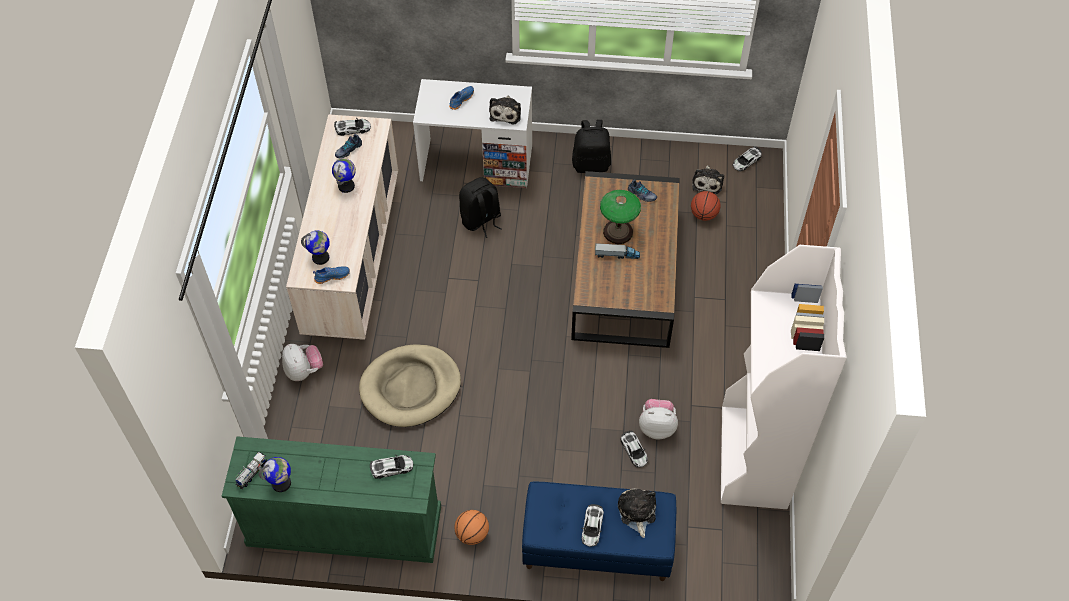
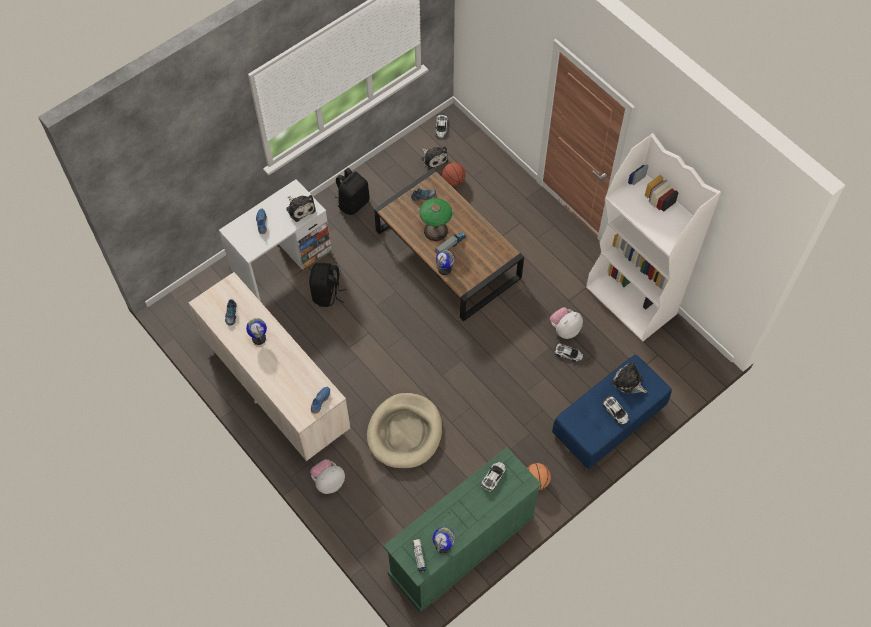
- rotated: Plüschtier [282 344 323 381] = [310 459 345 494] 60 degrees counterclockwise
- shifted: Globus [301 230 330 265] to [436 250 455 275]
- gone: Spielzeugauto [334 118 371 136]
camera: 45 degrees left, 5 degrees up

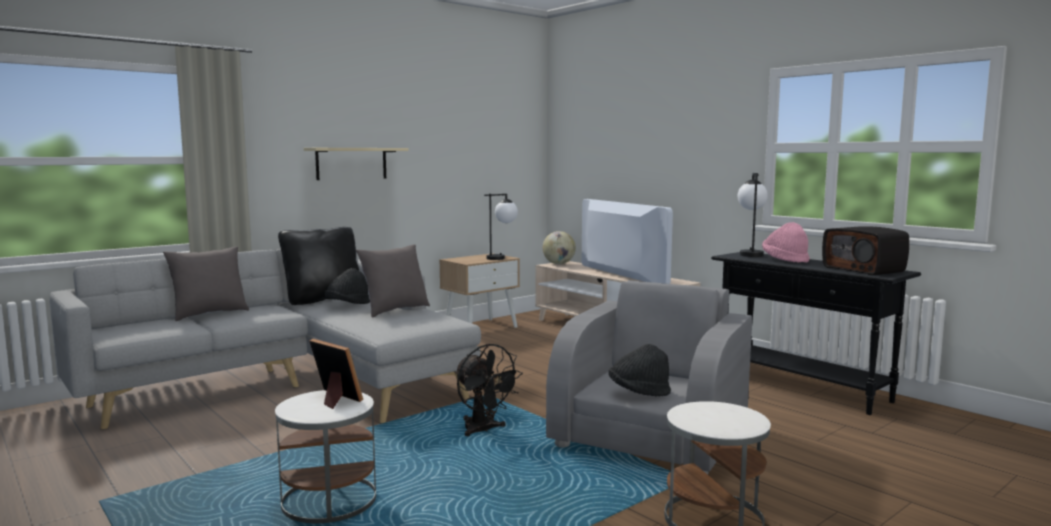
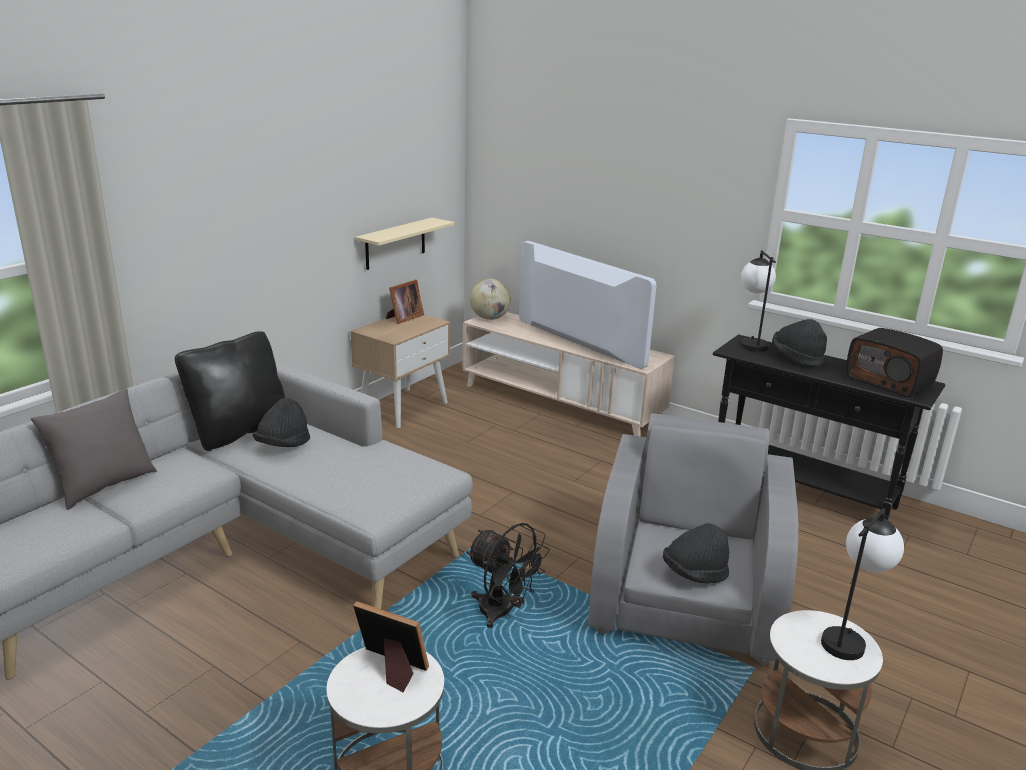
- shifted: Wandregal [beige] [304 148 409 180] to [355 218 454 270]
- new: Bilderrahmen [386 280 424 324]
- repainted: Hut [rosa] [762 222 810 263] to Hut [schwarz] [772 319 827 367]
- shifted: Tischlampe [484 194 518 260] to [821 508 904 660]
- gone: Kissen [grau] [356 244 430 318]
camera: 15 degrees left, 15 degrees up

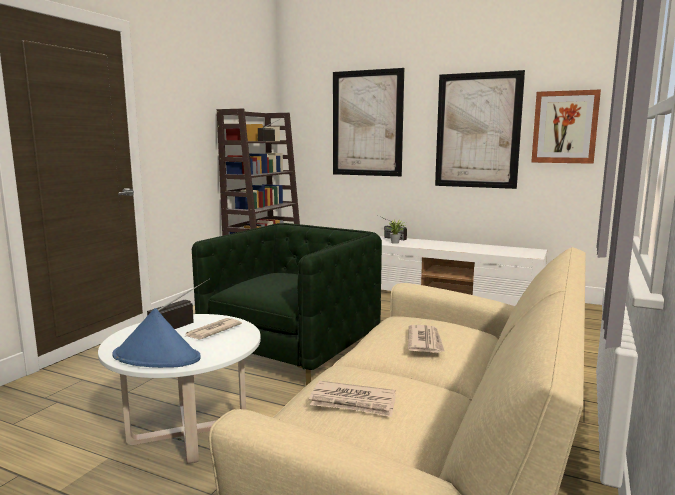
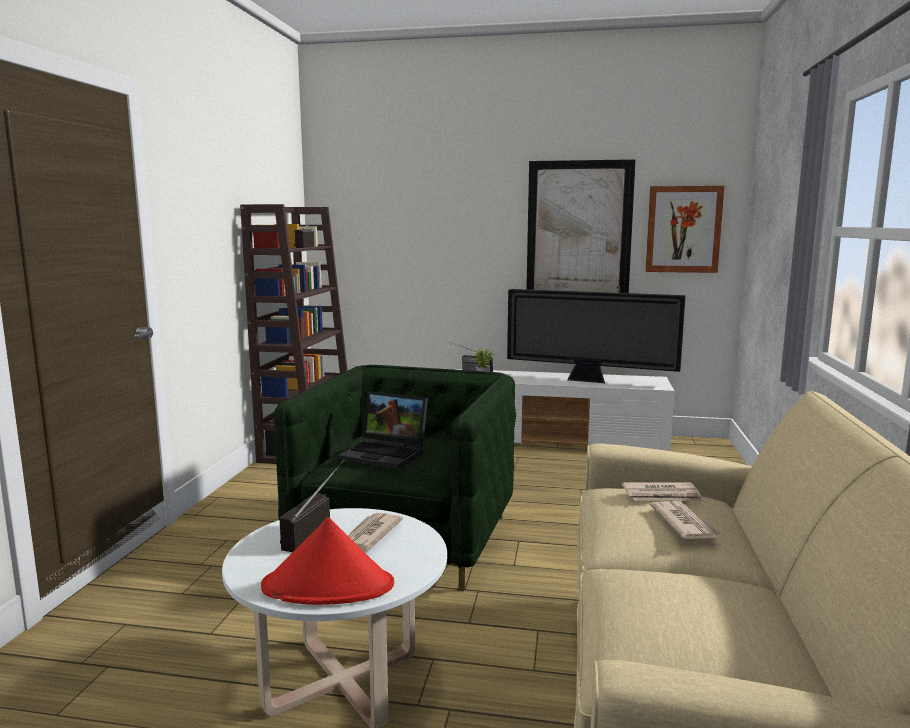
- repainted: Hut [blau] [112 308 201 368] to Hut [rot] [261 517 394 605]
- new: Laptop [338 391 428 470]
- new: Fernseher [507 289 686 383]
- shifted: Zeitung [309 381 396 417] to [622 482 704 502]
- gone: Bild [333 68 404 176]
camera: 15 degrees left, 0 degrees up

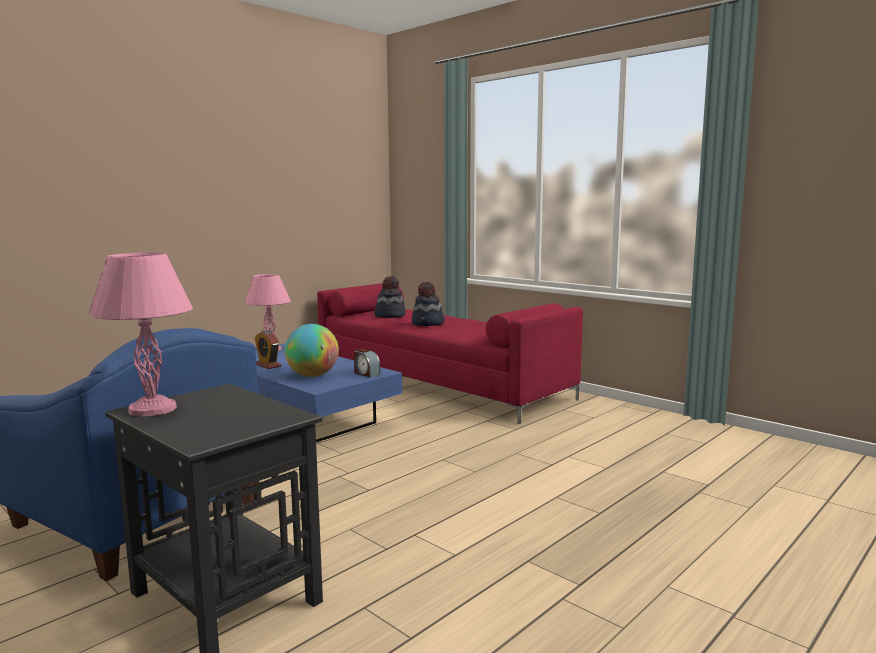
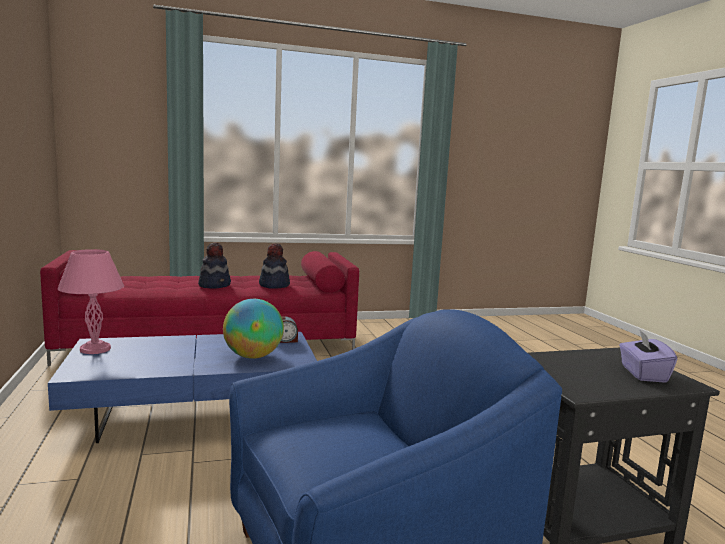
- shifted: Hut [374 276 406 318] to [259 243 290 289]
- new: Taschentuchbox [lila] [619 330 677 383]
- gone: Tischlampe [rosa] [88 253 193 417]
- gone: Wecker [255 330 282 369]
camera: 60 degrees left, 0 degrees up

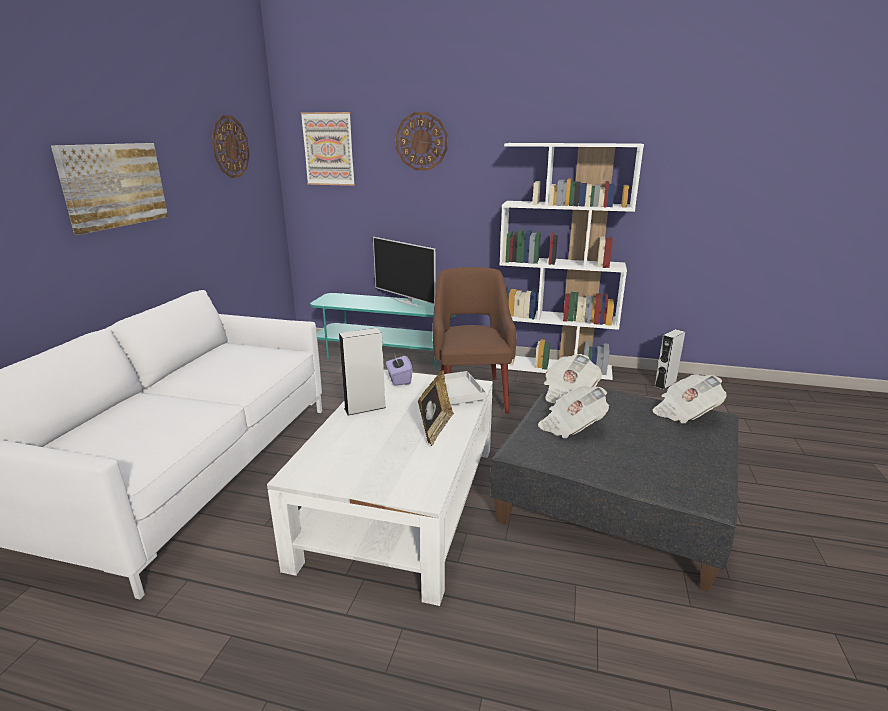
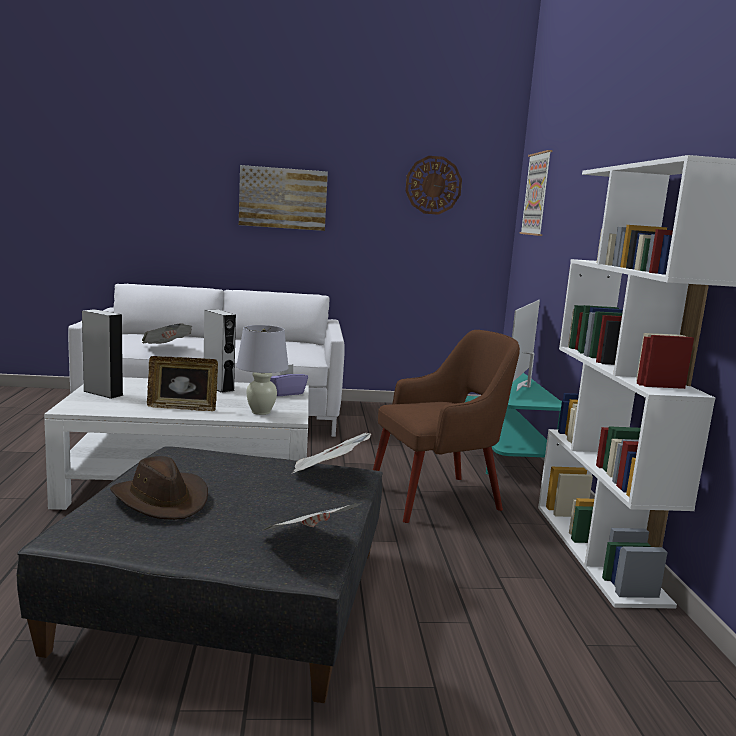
- shifted: Lautsprecher [grau] [654 329 685 390] to [82 309 124 399]
- new: Hut [braun] [110 456 208 520]
- shifted: Zeitung [538 386 609 439] to [142 323 192 344]
- swapped: Tablett [grau] [444 371 487 405] to Tischlampe [weiß] [236 325 289 415]
- gone: Wanduhr [395 112 448 170]
camera: 70 degrees right, 10 degrees down

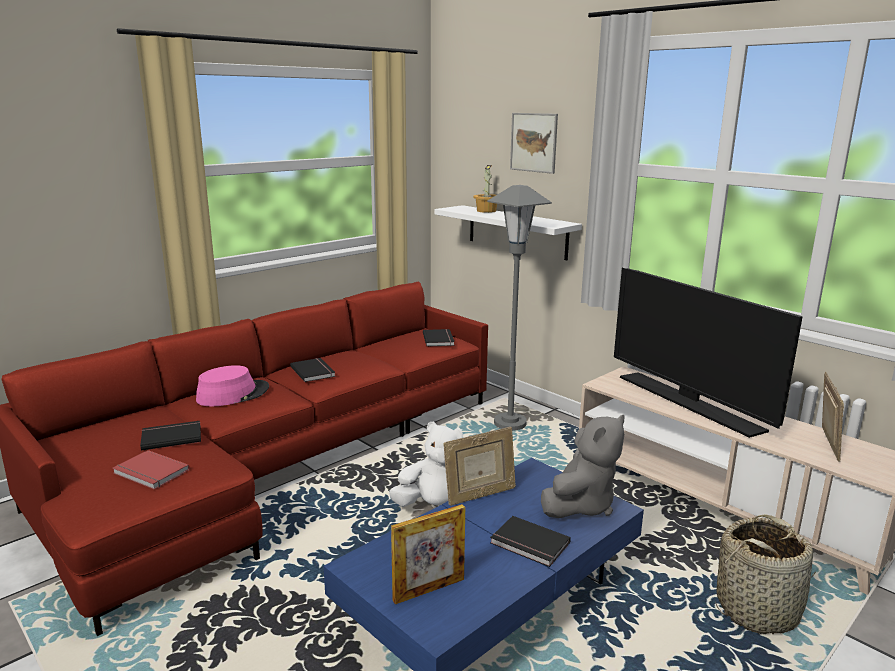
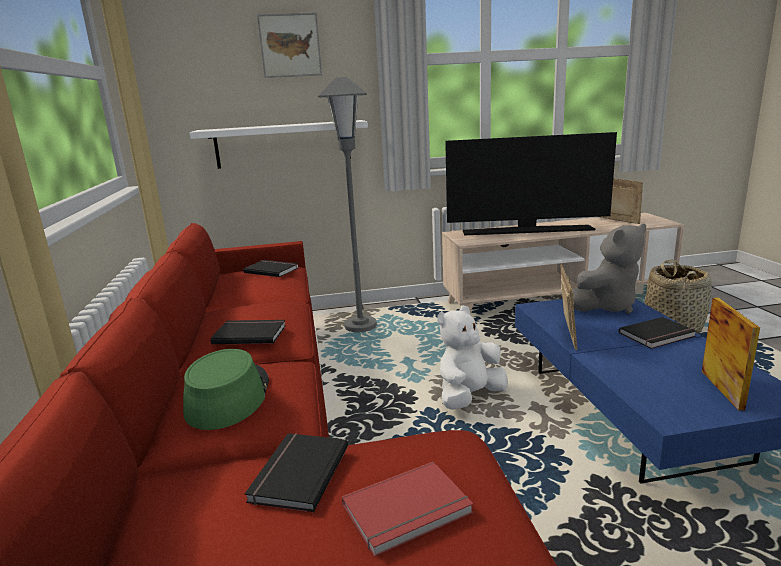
- repainted: Hut [rosa] [196 365 269 406] to Hut [grün] [183 349 269 430]
- rotated: Plüschtier [grau] [541 415 624 518] = [573 224 646 314] 75 degrees clockwise
- gone: Topfpflanze [474 165 497 213]
camera: 55 degrees left, 0 degrees up

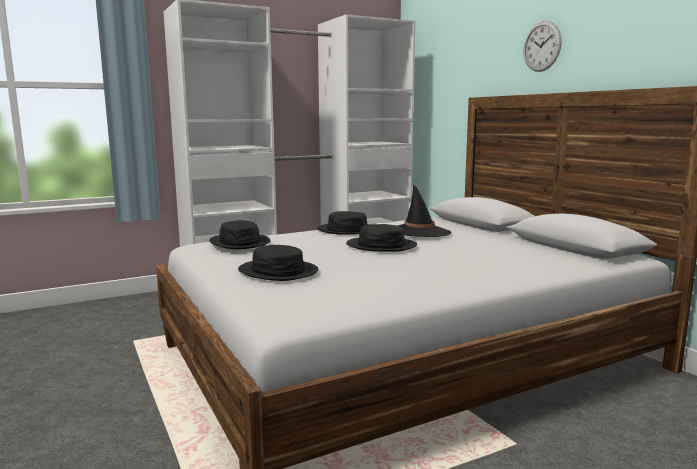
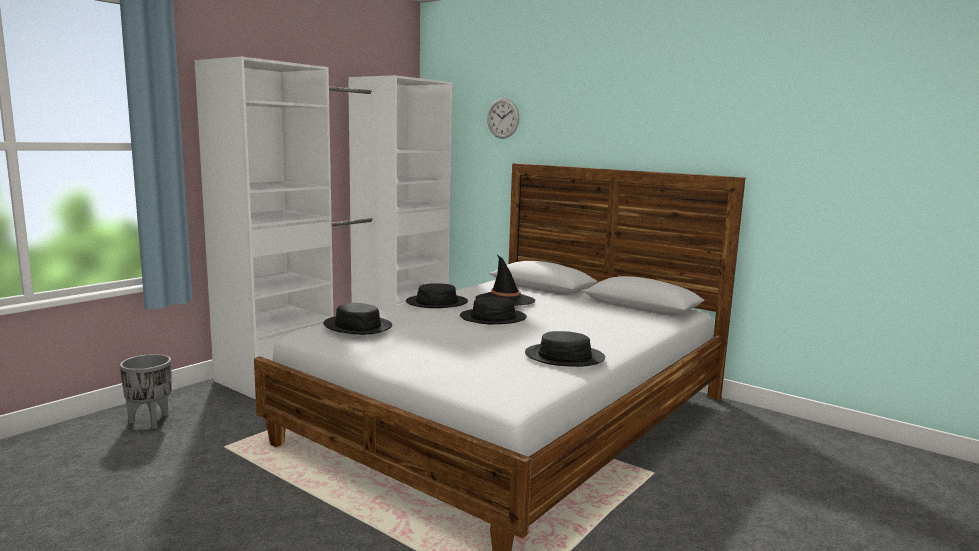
- new: Pflanzkübel [grau] [120 354 172 429]
- shifted: Wanduhr [523 21 562 72] to [487 98 519 139]
- shifted: Hut [schwarz] [238 245 319 281] to [525 331 605 367]
camera: 25 degrees left, 0 degrees up

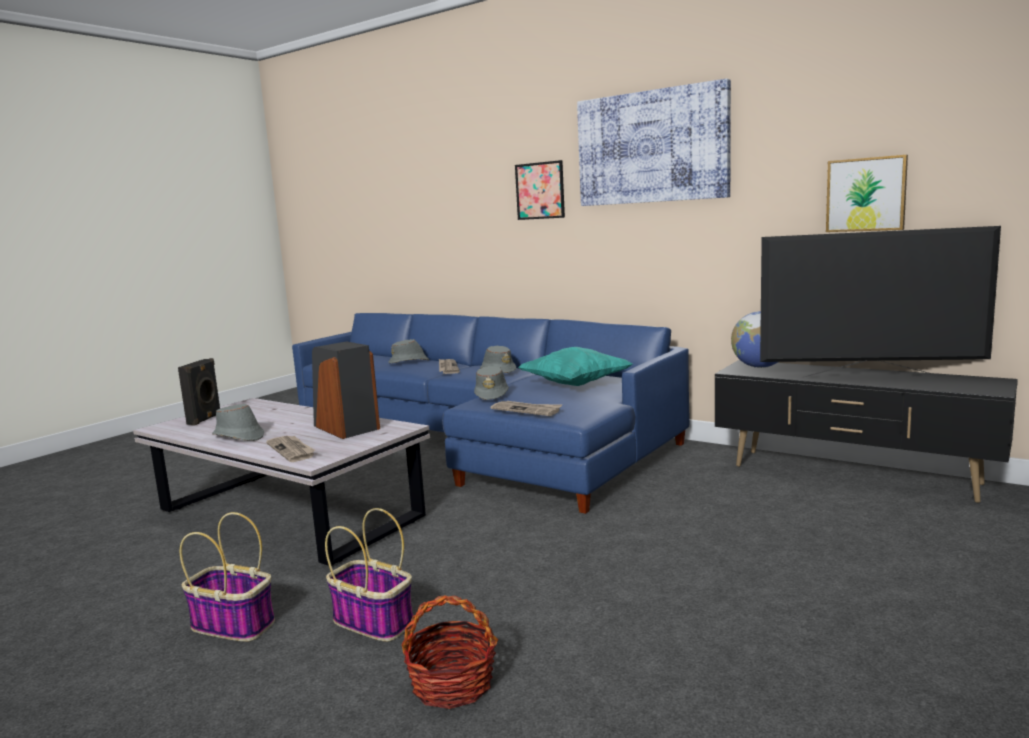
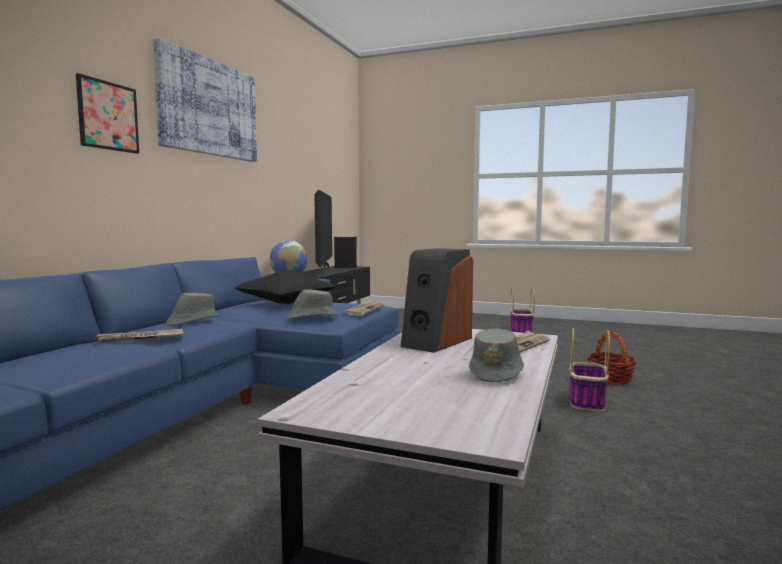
- repainted: Kissen [türkis] [519 347 633 386] to Kissen [schwarz] [234 270 336 304]
- shifted: Lautsprecher [schwarz] [178 358 221 425] to [334 237 357 268]
- shifted: Korb [180 512 275 642] to [510 286 535 333]
- gone: Hut [grau] [388 339 429 363]
- gone: Bild [826 155 908 232]
camera: 105 degrees left, 5 degrees down

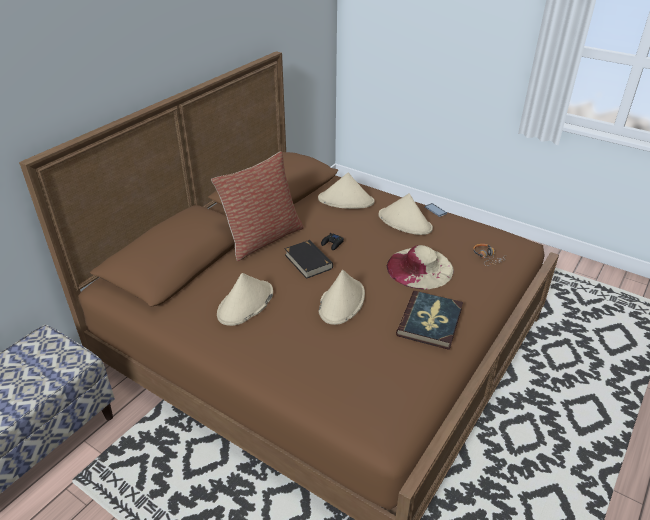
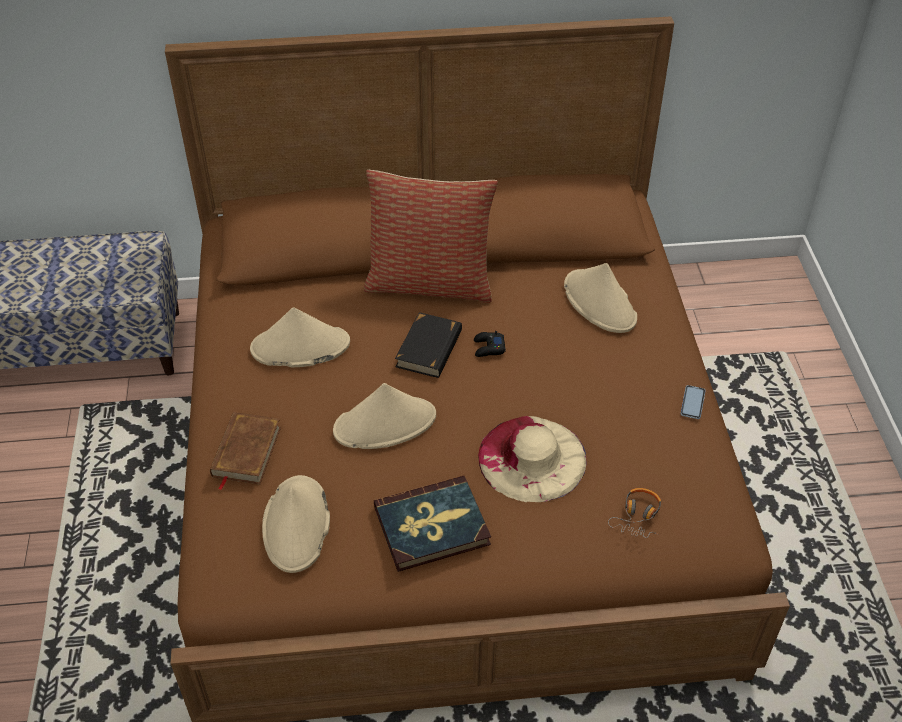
- new: Buch [braun] [210 412 281 490]
- shifted: Hut [beige] [378 194 433 235] to [262 475 330 573]
camera: 50 degrees right, 10 degrees up

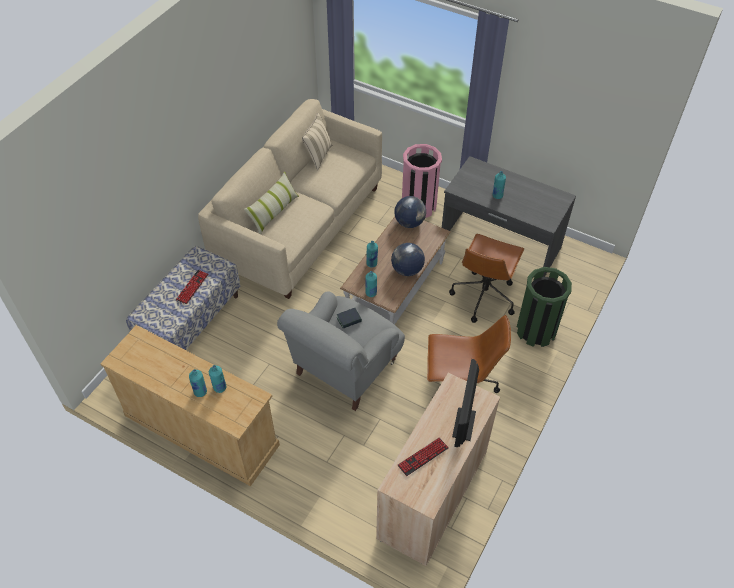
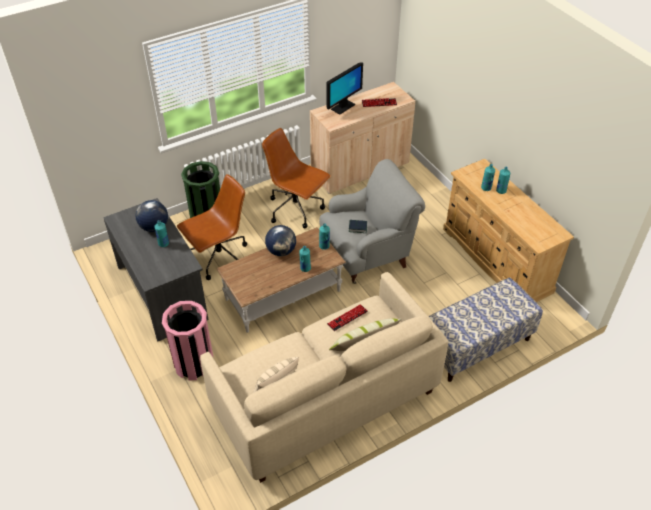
- shifted: Globus [394 196 426 228] to [135 200 168 232]
- shifted: Tastatur [176 270 208 304] to [327 304 368 331]
camera: 150 degrees left, 5 degrees down

